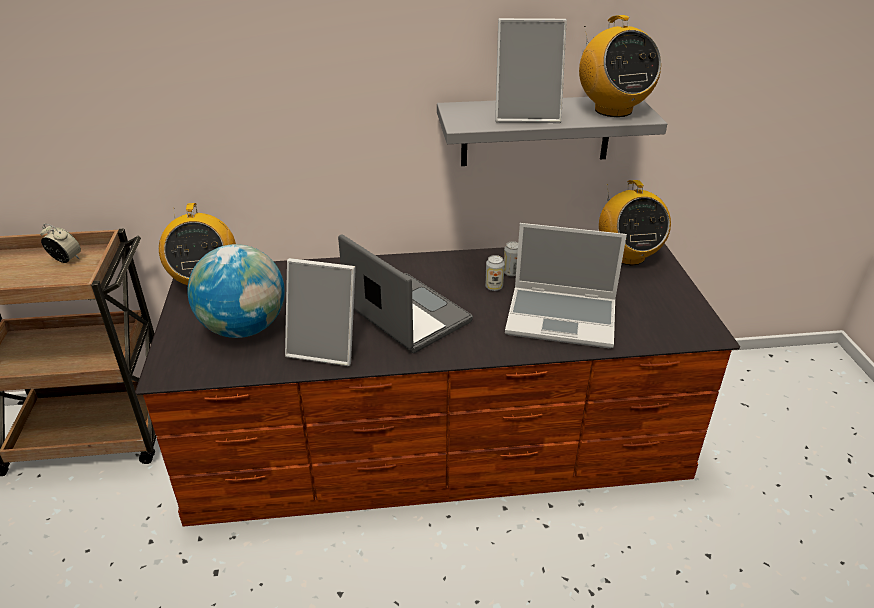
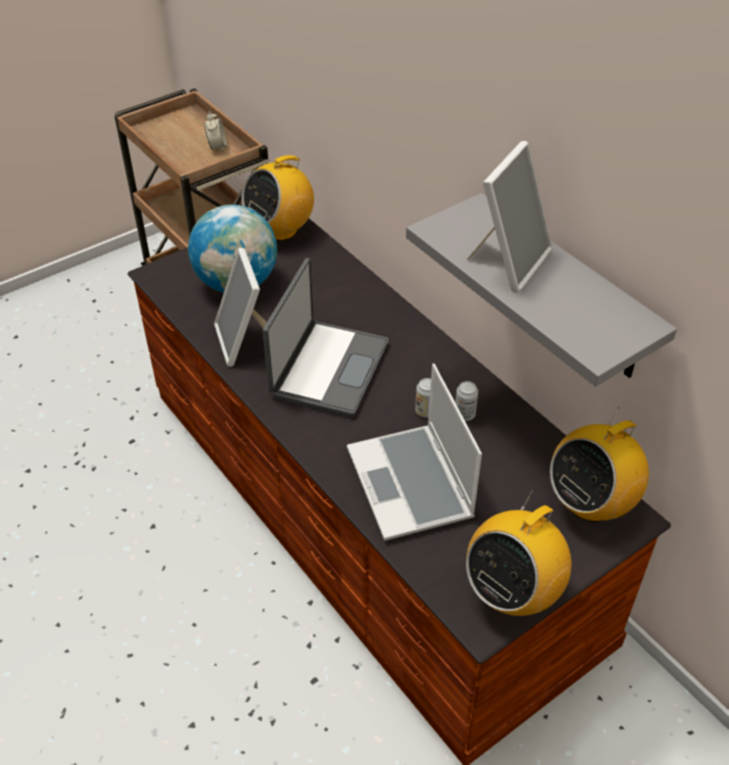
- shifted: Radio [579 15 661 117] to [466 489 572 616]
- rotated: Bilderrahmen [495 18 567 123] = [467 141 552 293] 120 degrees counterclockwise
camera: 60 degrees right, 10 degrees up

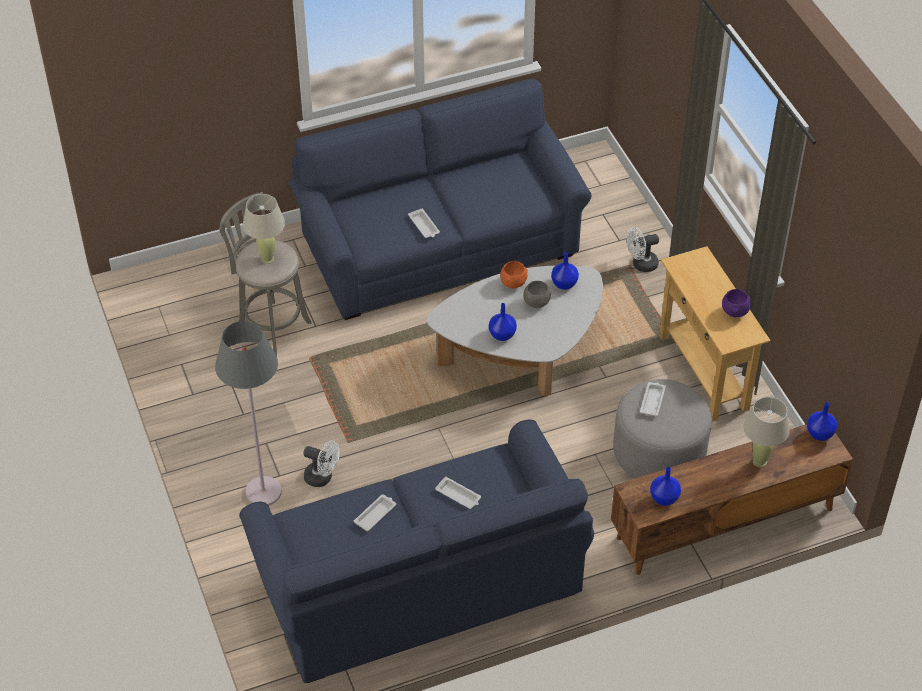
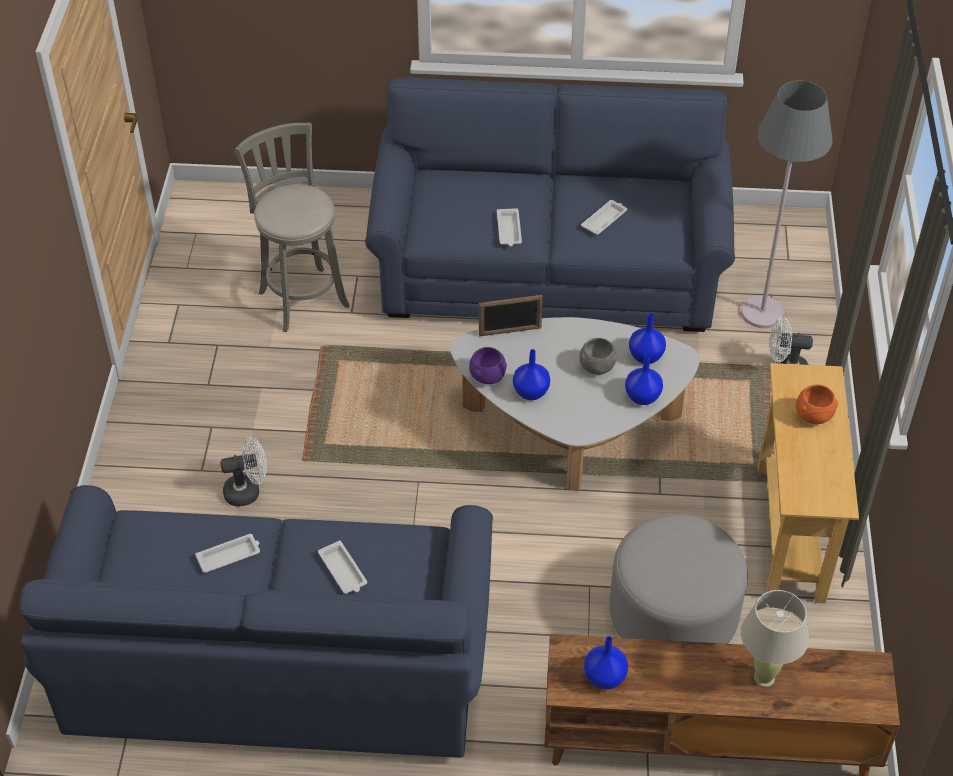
- rotated: Ventilator [weiß] [303 440 340 487] = [220 437 267 507] 60 degrees counterclockwise
- shifted: Schüssel [lila] [722 289 751 317] to [469 347 507 384]
- new: Bilderrahmen [479 295 543 336]
- shifted: Tablett [weiß] [640 382 666 416] to [581 200 627 235]
- shifted: Vase [blau] [807 402 837 441] to [625 354 663 405]
- shifted: Stehlampe [grau] [215 321 282 506] to [741 80 832 328]
- shifted: Schüssel [orange] [500 261 528 288] to [796 384 838 424]
- gone: Tischlampe [beige] [243 194 285 264]
camera: 25 degrees right, 0 degrees up

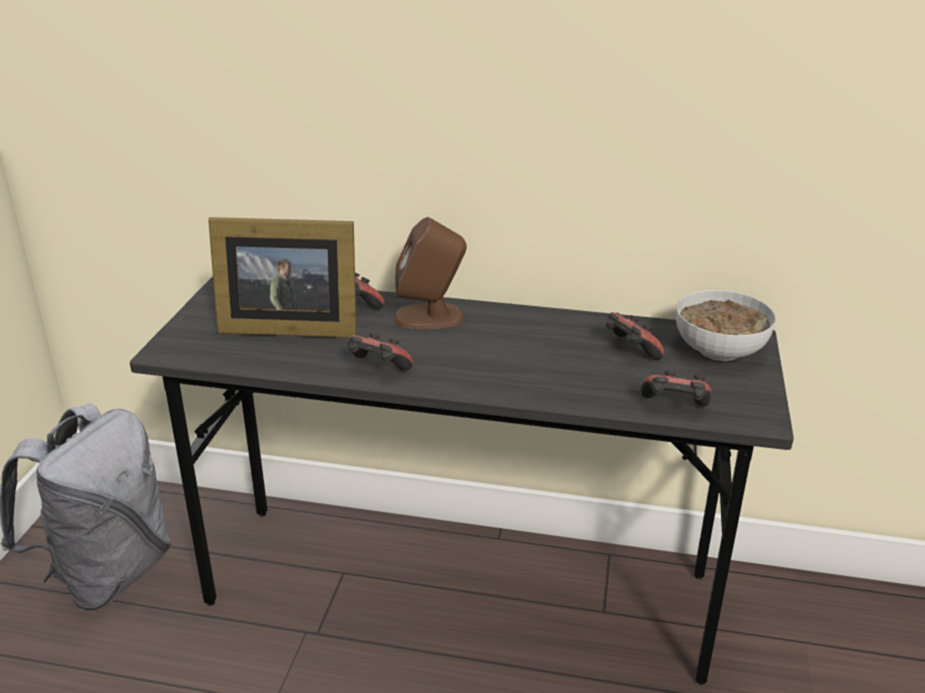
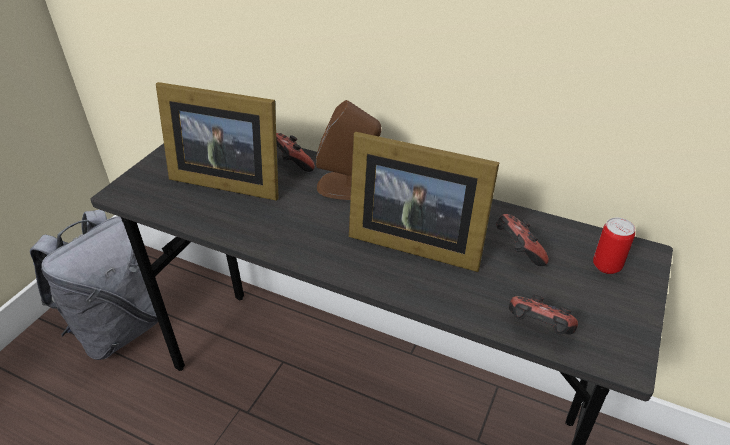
- new: Bilderrahmen [349 132 500 272]
- swapped: Schüssel [676 290 776 361] to Dose [593 218 635 274]
- gone: Gamepad [348 333 413 371]
camera: 15 degrees right, 10 degrees up

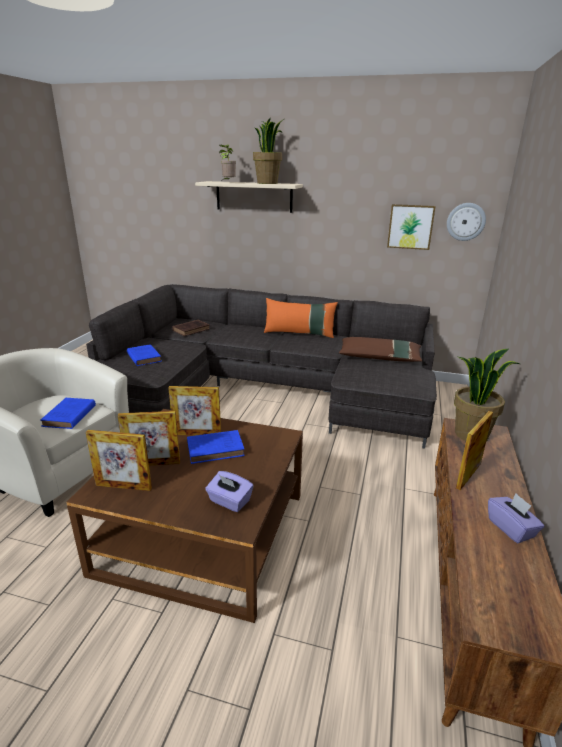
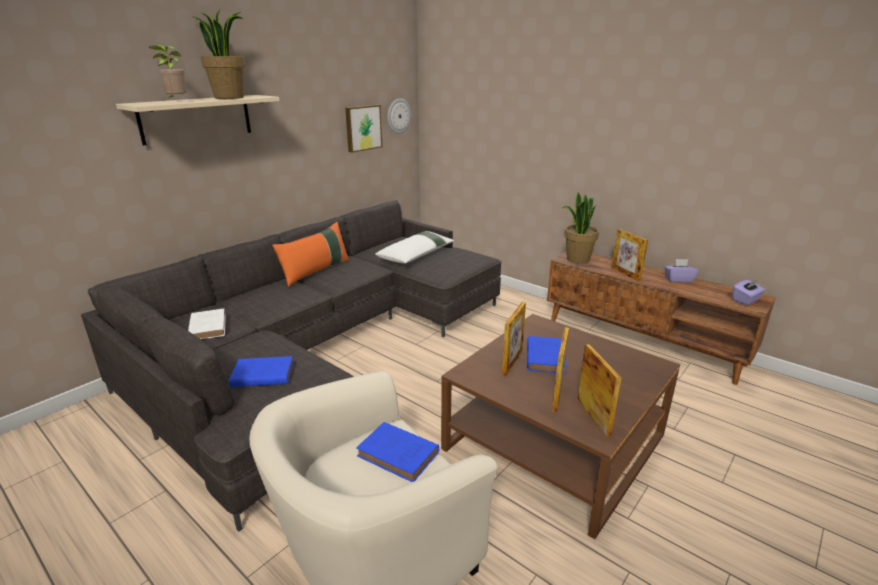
- repainted: Buch [braun] [172 320 210 336] to Buch [weiß] [188 308 226 339]
- repainted: Kissen [braun] [339 337 423 362] to Kissen [weiß] [375 231 454 264]
- rotated: Bilderrahmen [86 430 152 491] = [577 344 621 437] 45 degrees counterclockwise
- shifted: Taschentuchbox [lila] [205 471 254 512] to [732 279 765 305]
camera: 65 degrees left, 0 degrees up

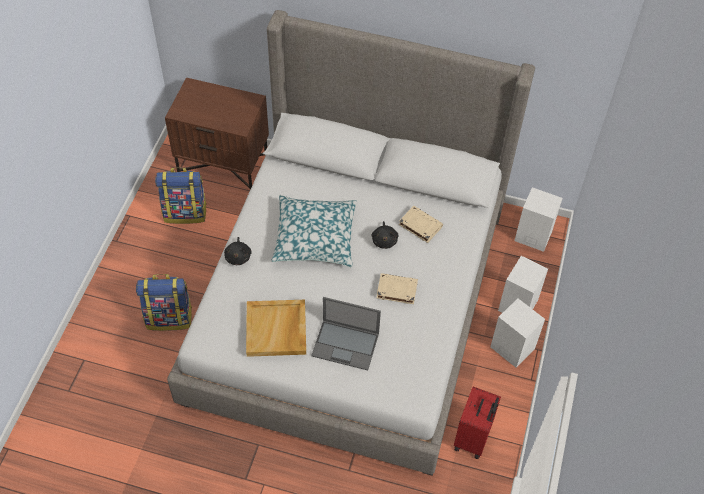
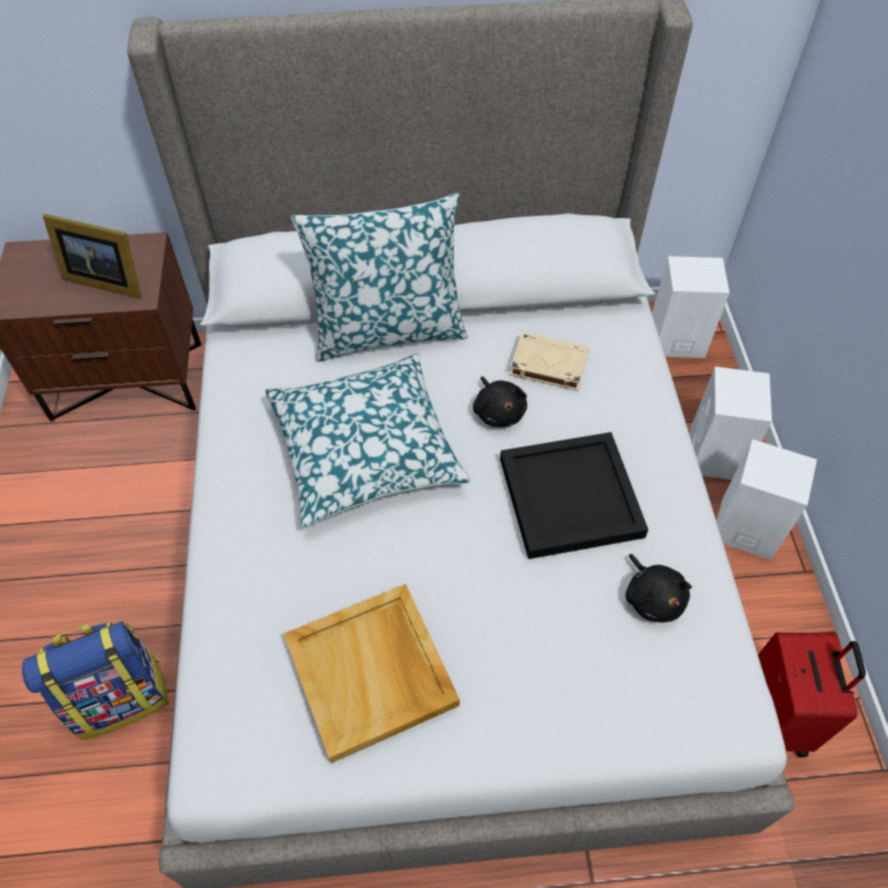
- new: Bilderrahmen [43 214 142 299]
- new: Kissen [291 193 468 361]
- swapped: Buch [beige] [377 273 418 304] to Tablett [schwarz] [500 432 648 559]
- shifted: Plüschtier [schwarz] [224 237 252 265] to [626 554 692 622]
- gone: Rucksack [155 167 207 224]
- gone: Laptop [311 297 381 370]
camera: 20 degrees left, 0 degrees up

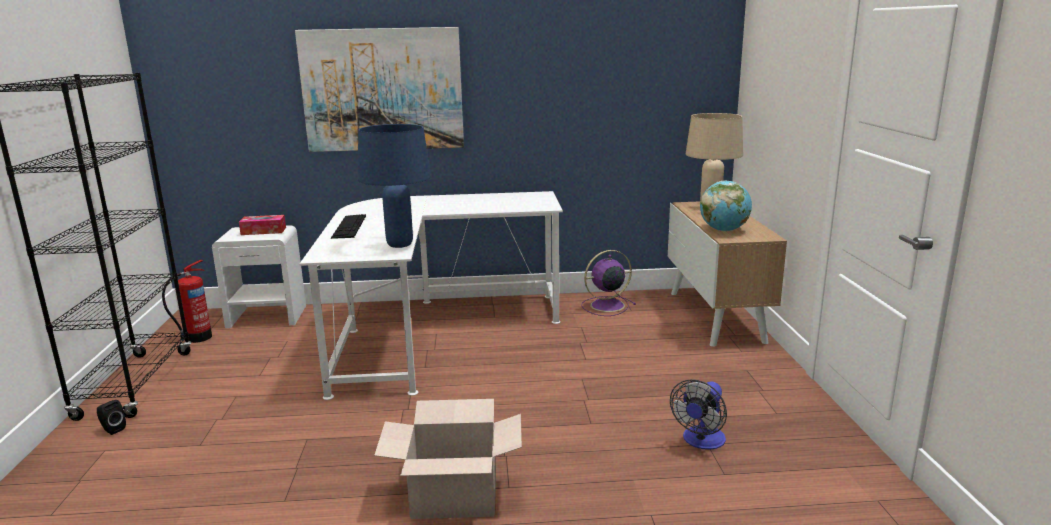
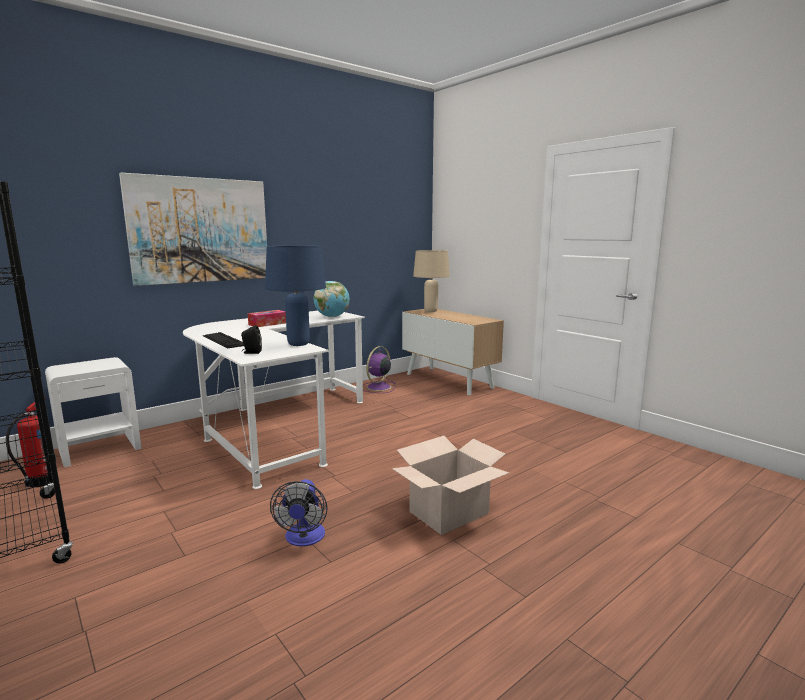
- shifted: Lautsprecher [schwarz] [97 400 126 435] to [241 325 262 354]
- shifted: Taschentuchbox [239 215 286 235] to [248 310 286 327]
- shifted: Ventilator [670 379 727 450] to [270 479 328 546]
- shifted: Globus [700 181 752 231] to [314 281 350 317]
camera: 35 degrees left, 5 degrees down

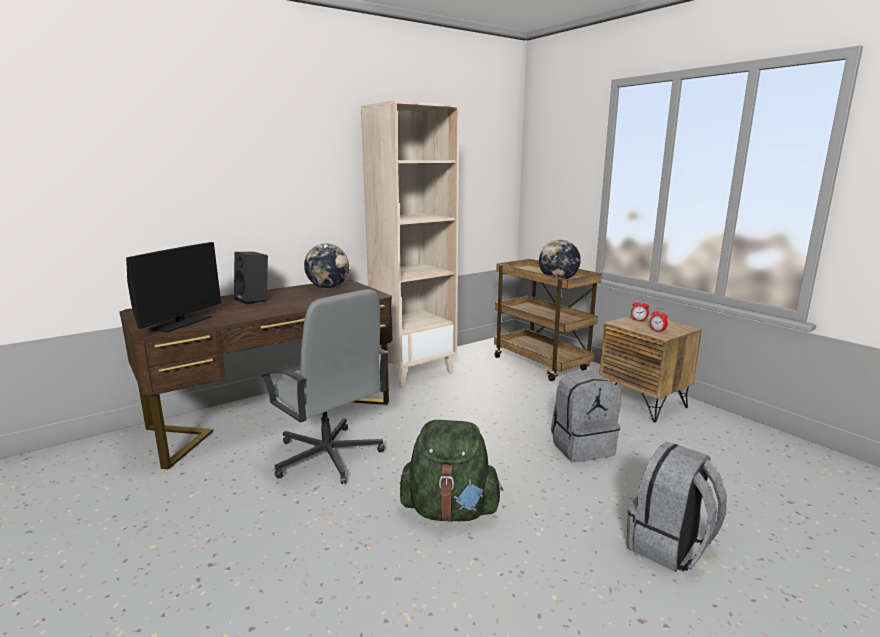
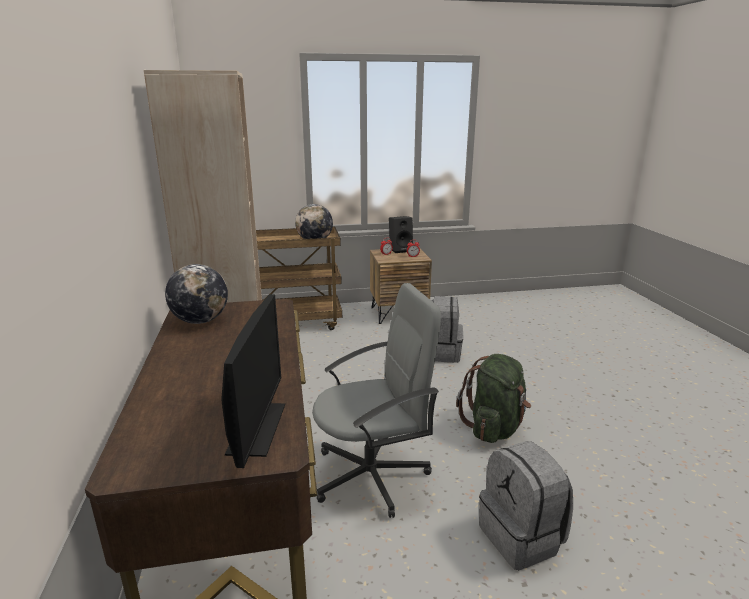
- rotated: Monitor [126 242 221 332] = [221 294 285 468] 45 degrees clockwise
- shifted: Lautsprecher [schwarz] [234 252 268 304] to [389 216 413 253]
- shifted: Rucksack [grau] [626 442 727 572] to [479 441 573 570]
camera: 65 degrees left, 5 degrees up

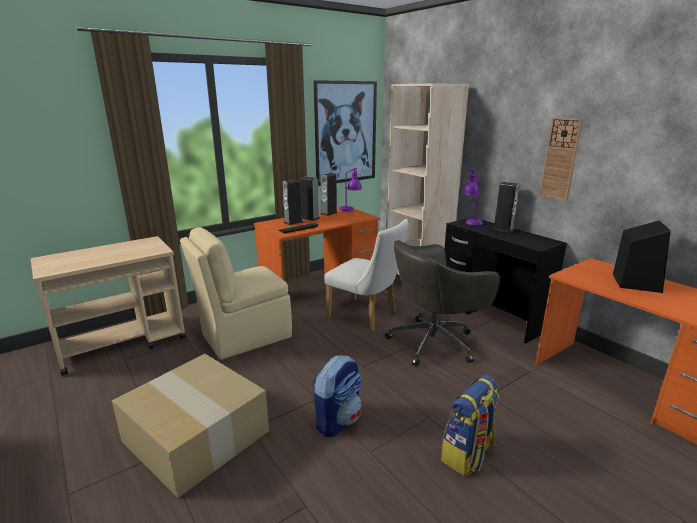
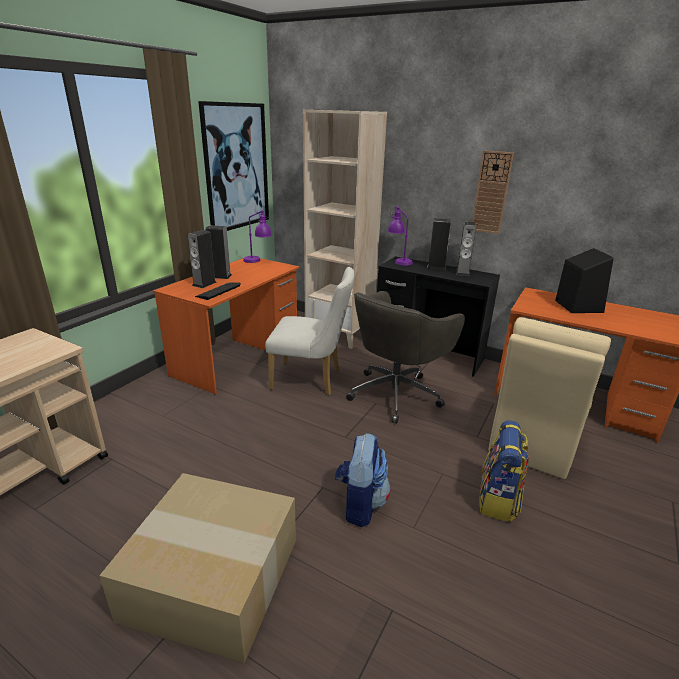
- shifted: Lautsprecher [320 173 338 216] to [456 222 476 276]
- shifted: Stuhl [beige] [180 227 292 360] to [488 317 611 479]
camera: 25 degrees left, 5 degrees up

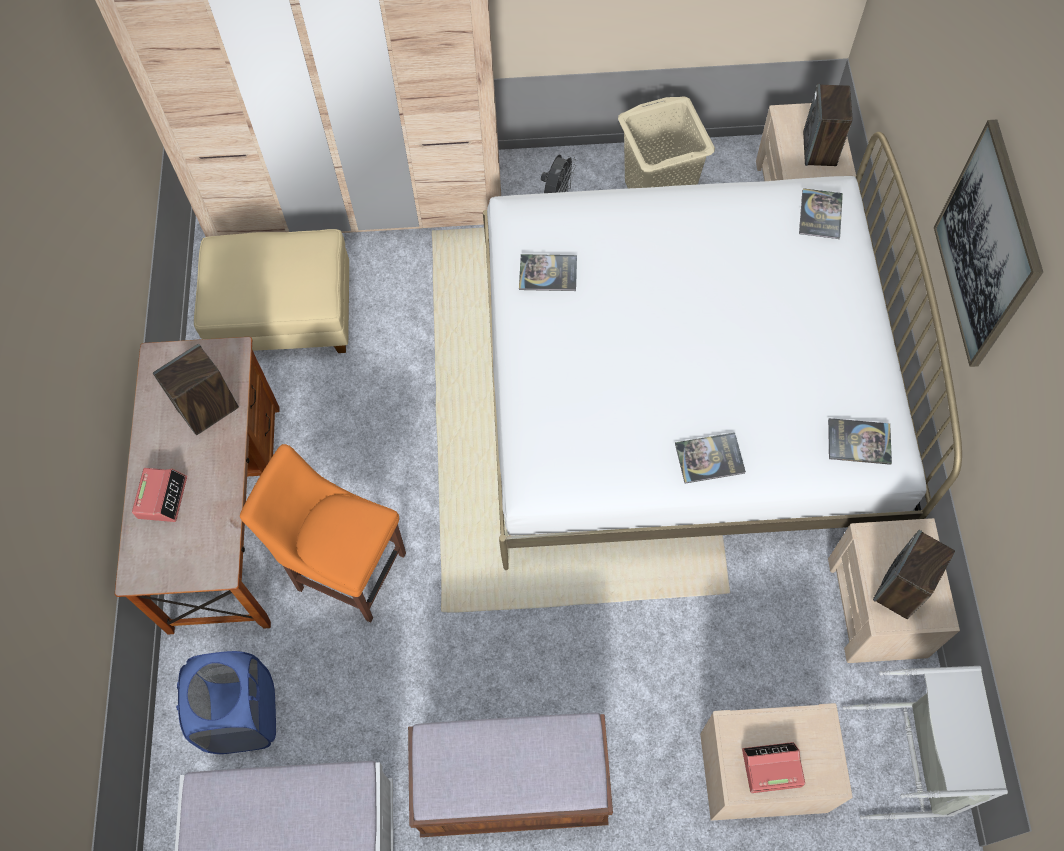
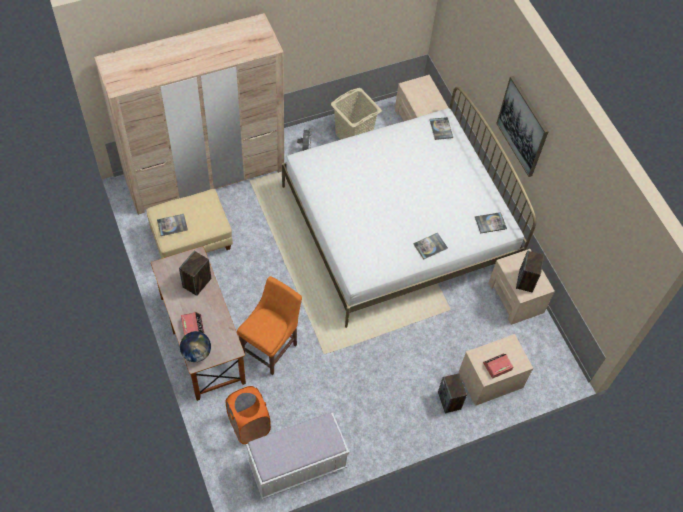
- shifted: Buch [519 254 577 291] to [157 214 188 236]
- new: Globus [180 331 211 362]
- repainted: Wäschekorb [blau] [176 651 276 754] to Wäschekorb [orange] [225 386 271 444]
- rotated: Stuhl [orange] [240 444 406 623] = [237 276 302 375] 120 degrees clockwise
- shifted: Lautsprecher [803 84 853 166] to [438 373 467 413]
- gone: Bank [braun] [408 713 613 837]
- gone: Wäschekorb [grau] [842 666 1008 820]
camera: 25 degrees left, 5 degrees down

